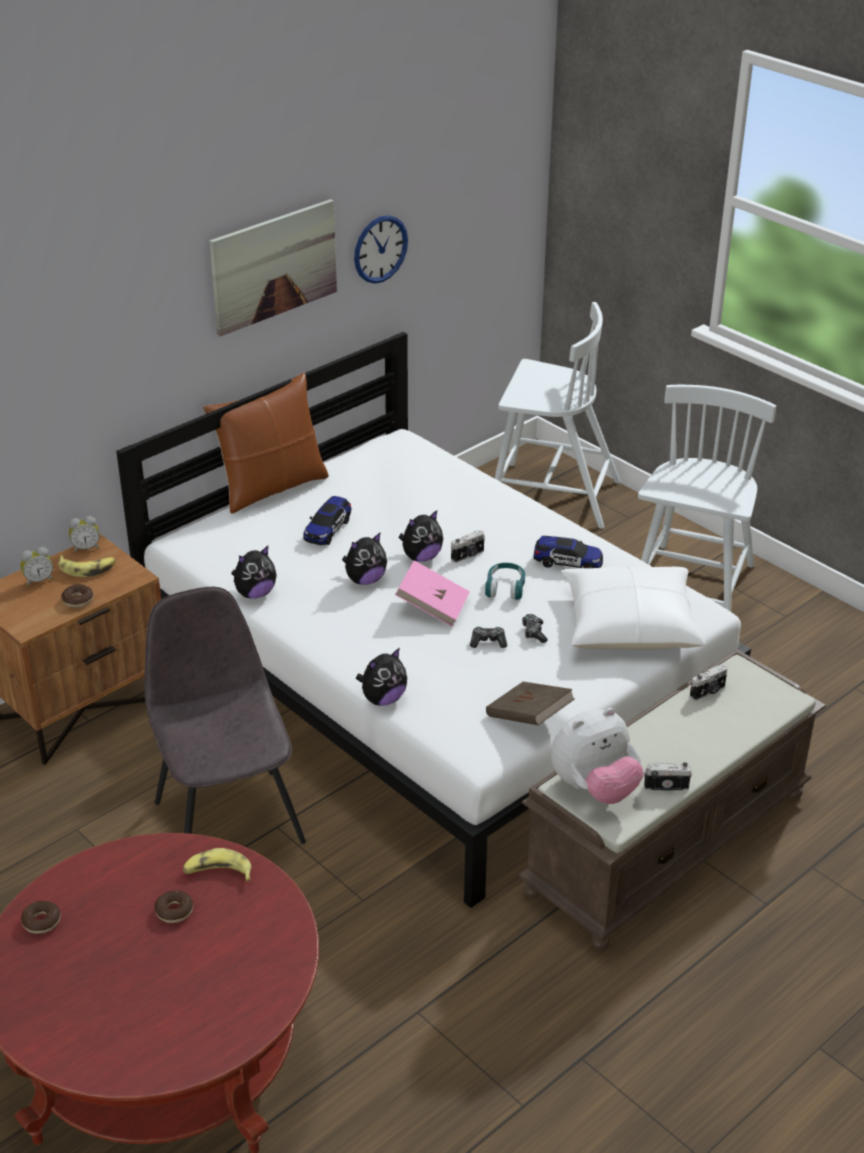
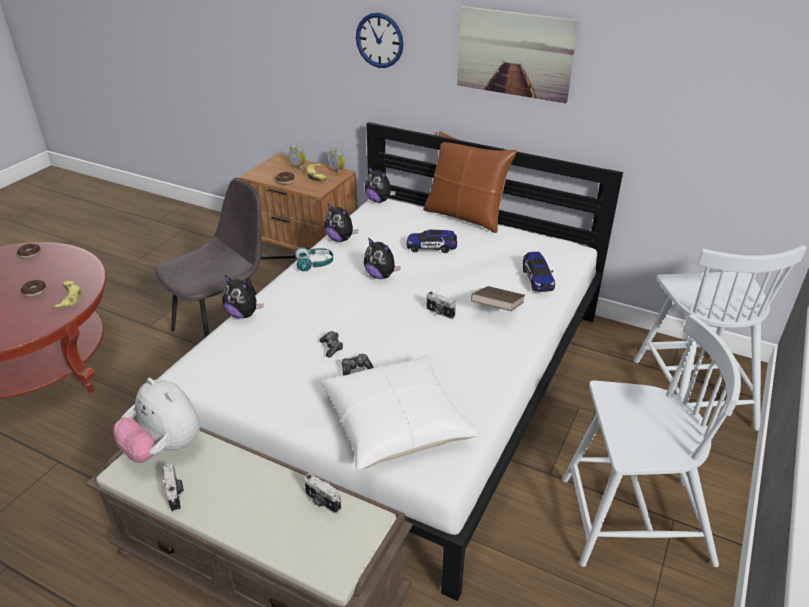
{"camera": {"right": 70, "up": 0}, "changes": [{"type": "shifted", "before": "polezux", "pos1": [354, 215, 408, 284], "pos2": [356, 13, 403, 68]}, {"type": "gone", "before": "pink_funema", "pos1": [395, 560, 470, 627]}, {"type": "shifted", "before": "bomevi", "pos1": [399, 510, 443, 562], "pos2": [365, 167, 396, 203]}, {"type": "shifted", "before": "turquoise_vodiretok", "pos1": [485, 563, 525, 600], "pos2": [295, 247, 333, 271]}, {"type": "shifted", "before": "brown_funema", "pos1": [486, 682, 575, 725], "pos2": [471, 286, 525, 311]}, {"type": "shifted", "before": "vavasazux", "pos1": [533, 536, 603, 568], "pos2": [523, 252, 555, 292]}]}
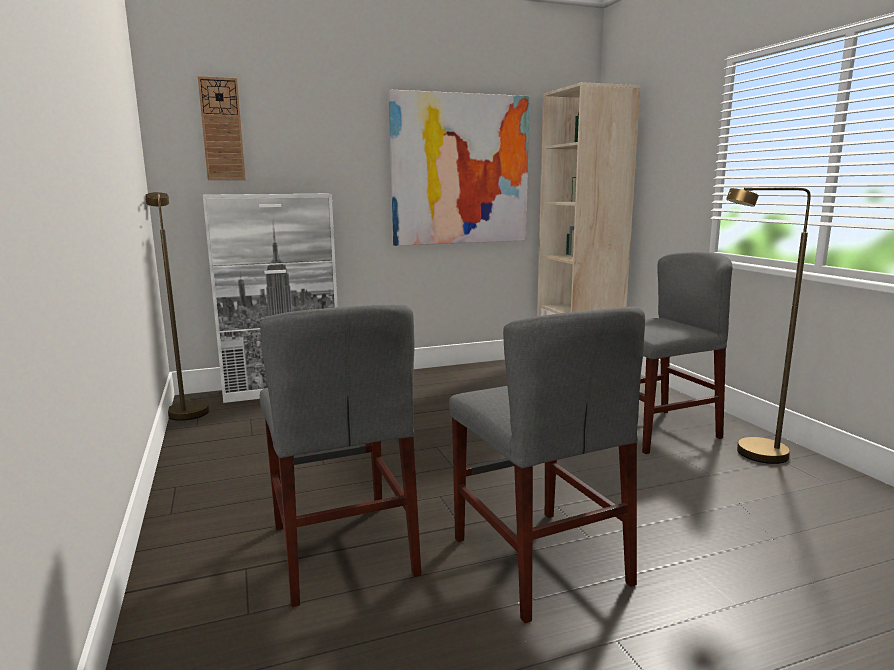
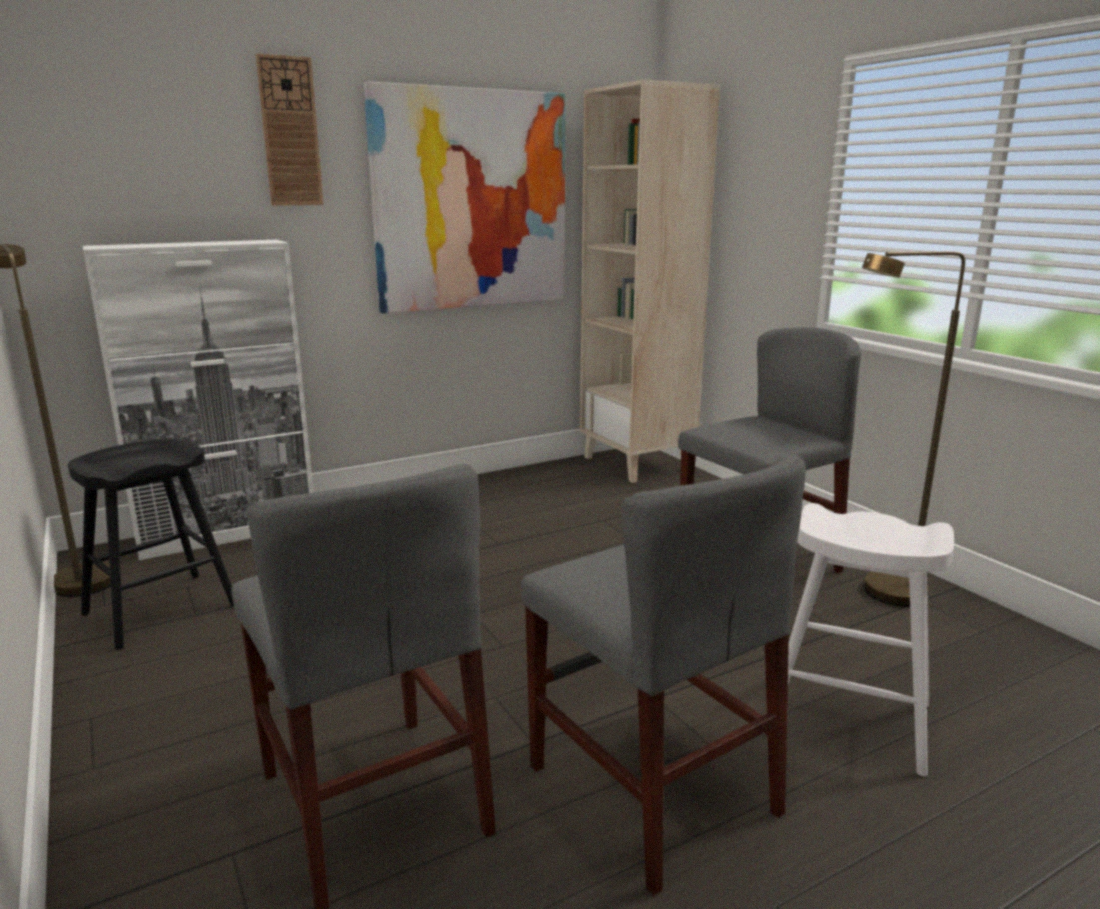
{"camera": {"right": -10, "up": 5}, "changes": [{"type": "shifted", "before": "polezux", "pos1": [198, 76, 246, 180], "pos2": [256, 53, 324, 206]}, {"type": "new", "after": "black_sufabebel", "pos2": [68, 438, 234, 650]}, {"type": "new", "after": "white_sufabebel", "pos2": [788, 503, 954, 776]}]}
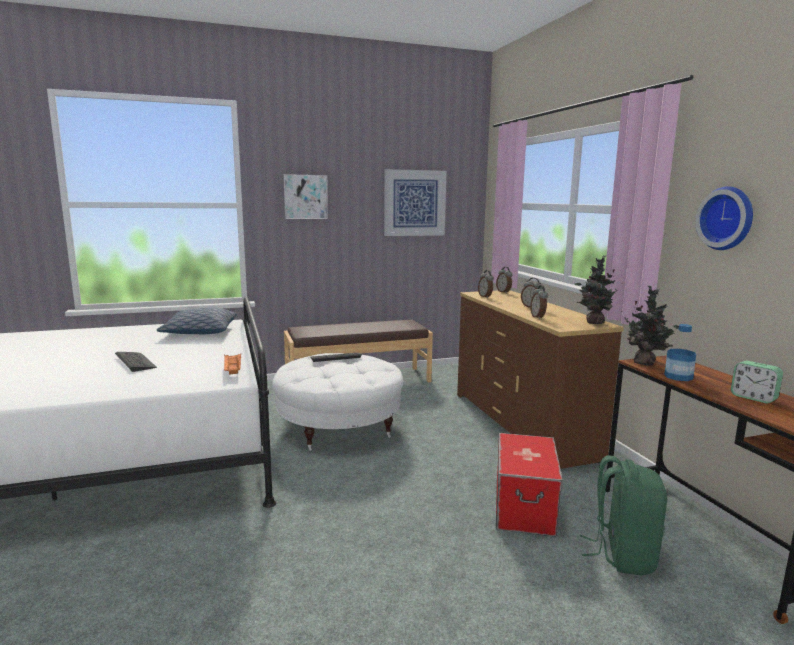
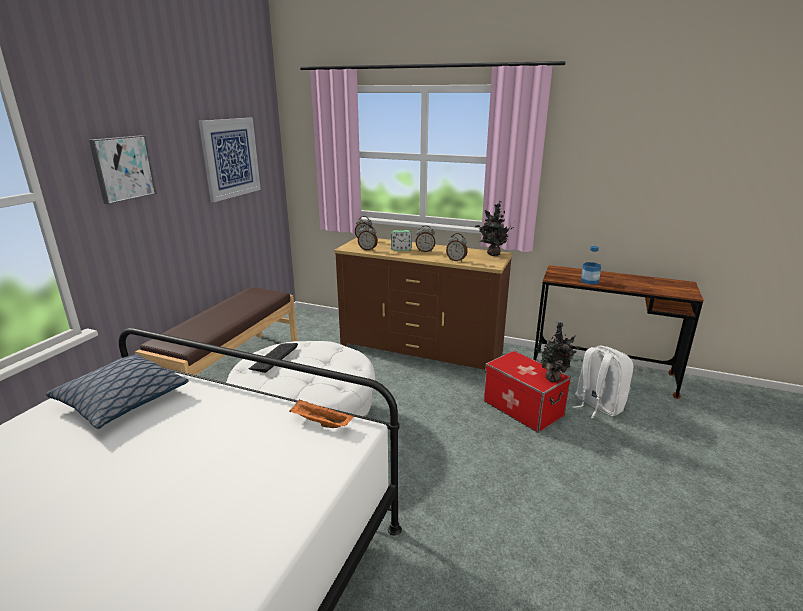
{"camera": {"right": -50, "up": 10}, "changes": [{"type": "gone", "before": "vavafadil", "pos1": [115, 352, 157, 372]}, {"type": "repainted", "before": "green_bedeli", "after": "white_bedeli", "pos1": [580, 456, 667, 575], "pos2": [573, 345, 633, 419]}, {"type": "shifted", "before": "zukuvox", "pos1": [621, 286, 679, 366], "pos2": [536, 322, 581, 382]}, {"type": "gone", "before": "polezux", "pos1": [695, 186, 753, 250]}, {"type": "shifted", "before": "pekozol", "pos1": [731, 361, 783, 403], "pos2": [391, 230, 412, 251]}]}
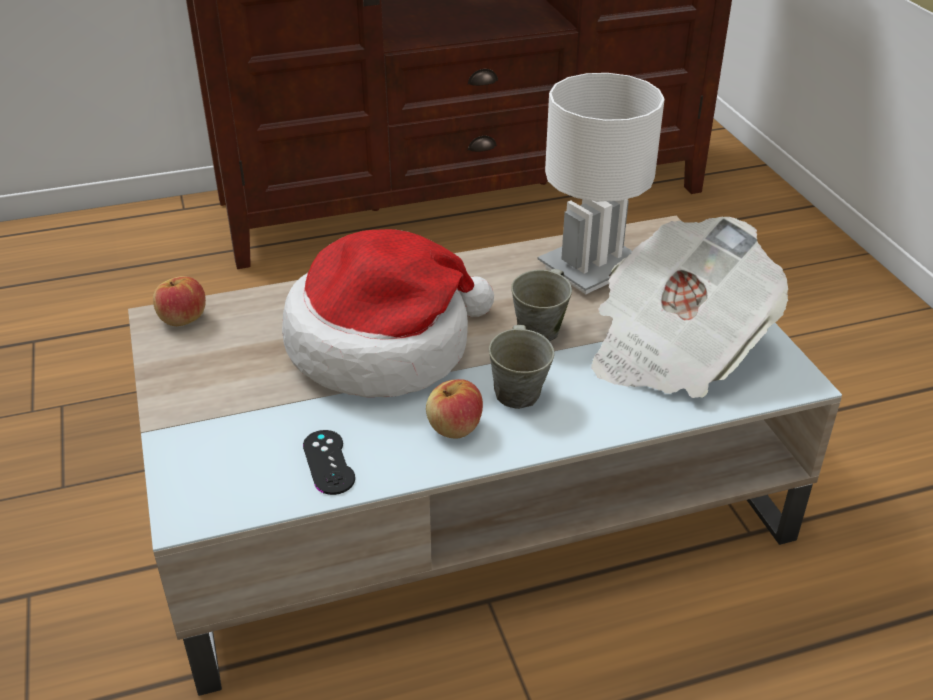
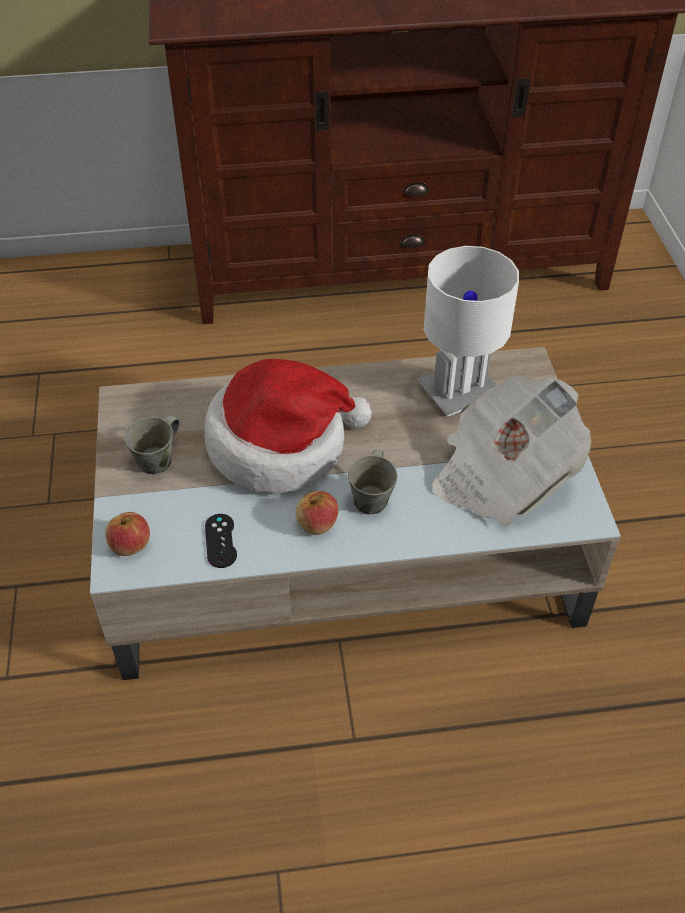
{"camera": {"right": 10, "up": 10}, "changes": [{"type": "shifted", "before": "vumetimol", "pos1": [153, 276, 206, 326], "pos2": [105, 512, 150, 556]}, {"type": "shifted", "before": "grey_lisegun", "pos1": [511, 269, 572, 341], "pos2": [125, 415, 180, 475]}]}
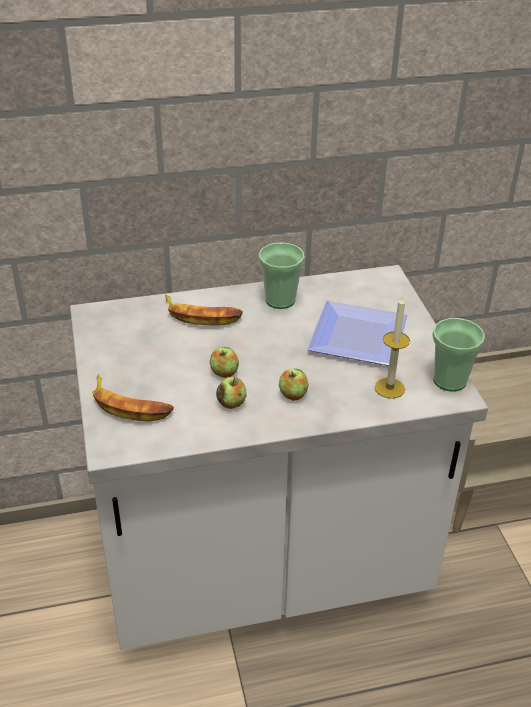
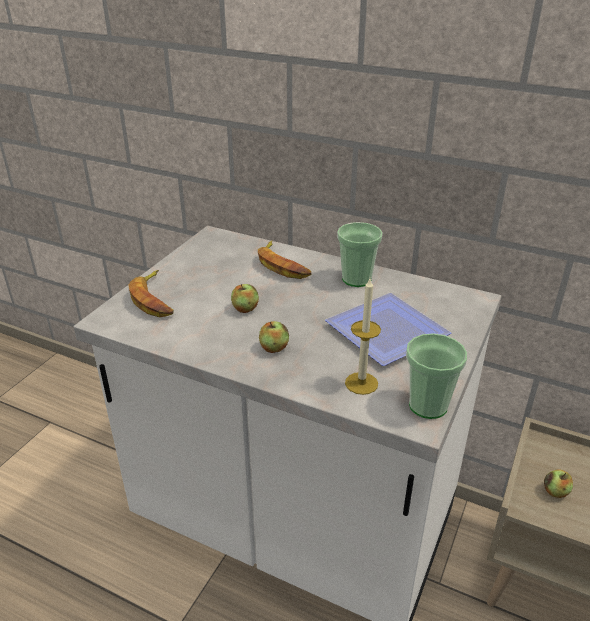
{"camera": {"right": 40, "up": -5}, "changes": [{"type": "shifted", "before": "vumetimol", "pos1": [216, 377, 247, 409], "pos2": [544, 470, 573, 498]}]}
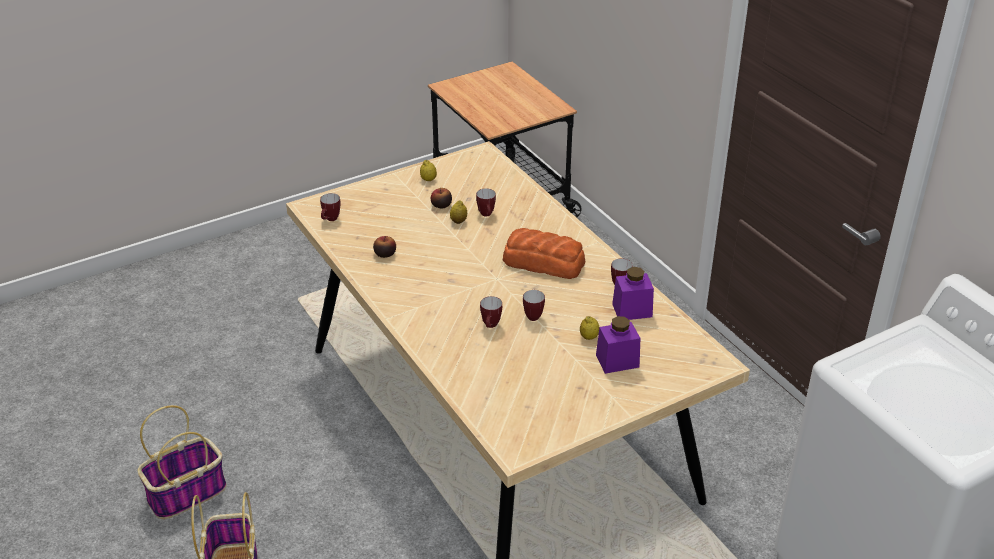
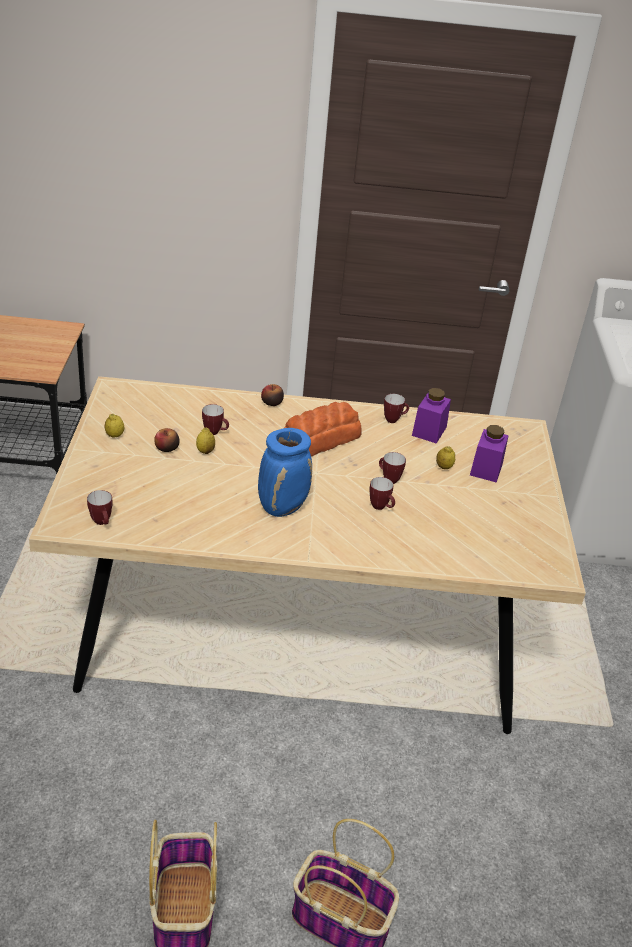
{"camera": {"right": -60, "up": 0}, "changes": [{"type": "shifted", "before": "vumetimol", "pos1": [373, 236, 396, 258], "pos2": [261, 384, 284, 406]}, {"type": "new", "after": "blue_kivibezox", "pos2": [258, 428, 312, 517]}]}
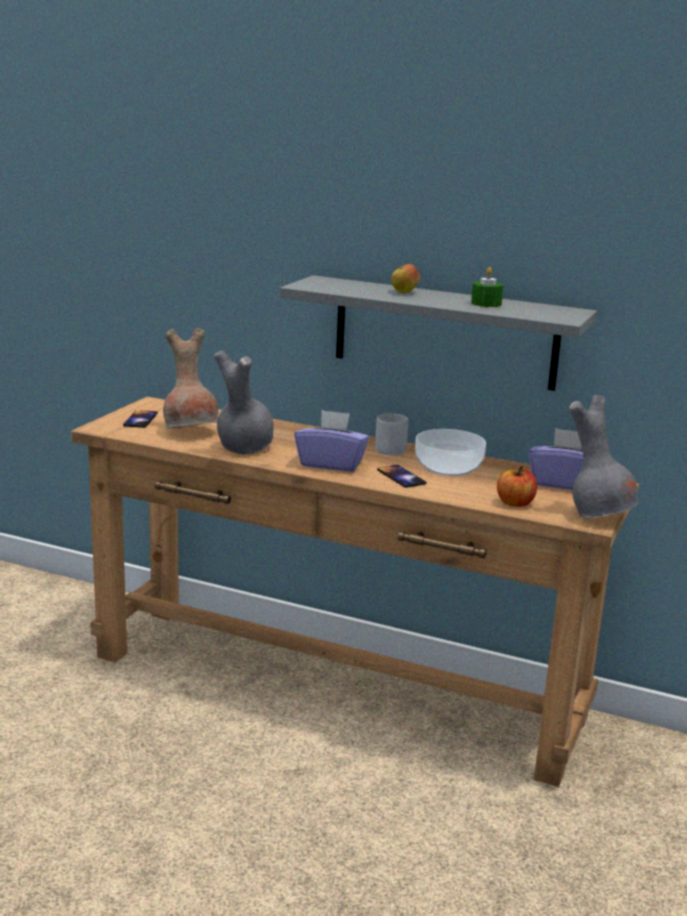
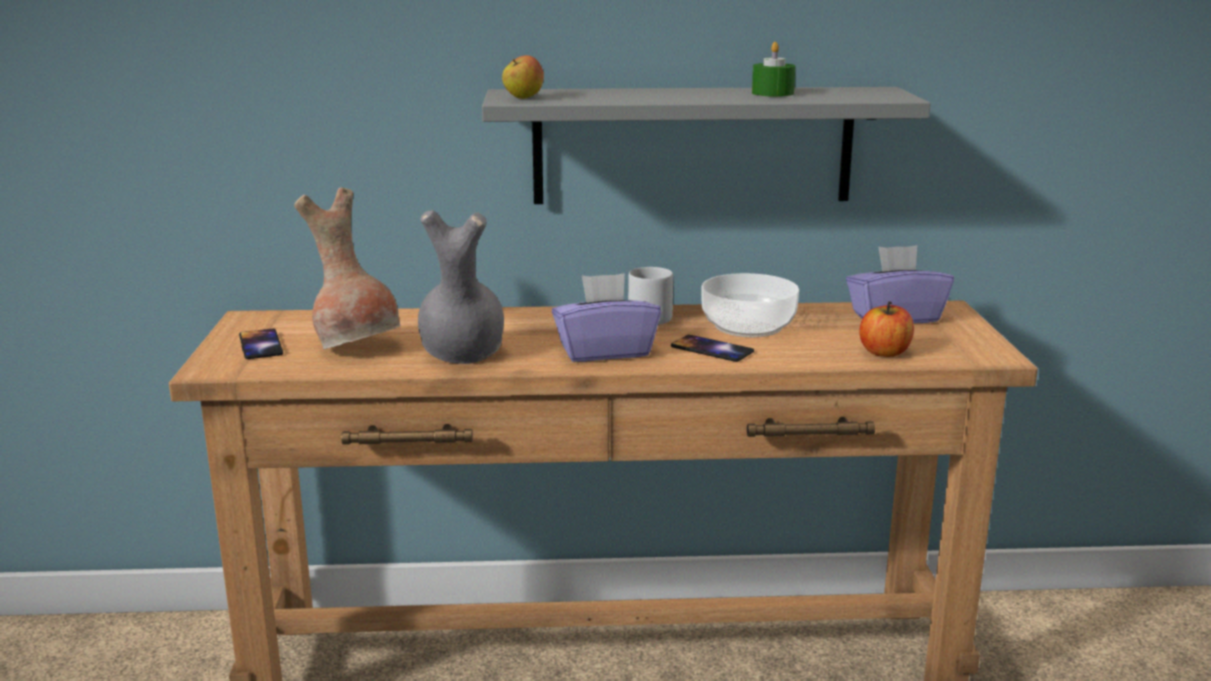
{"camera": {"right": -25, "up": 0}, "changes": [{"type": "shifted", "before": "vumetimol", "pos1": [391, 264, 420, 293], "pos2": [502, 55, 544, 99]}, {"type": "gone", "before": "grey_kivibezox", "pos1": [569, 395, 638, 519]}]}
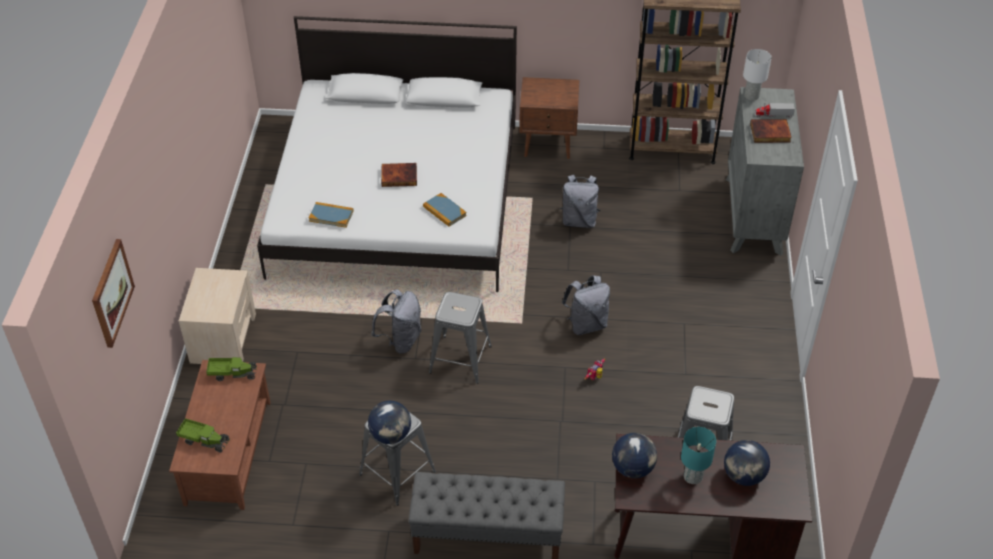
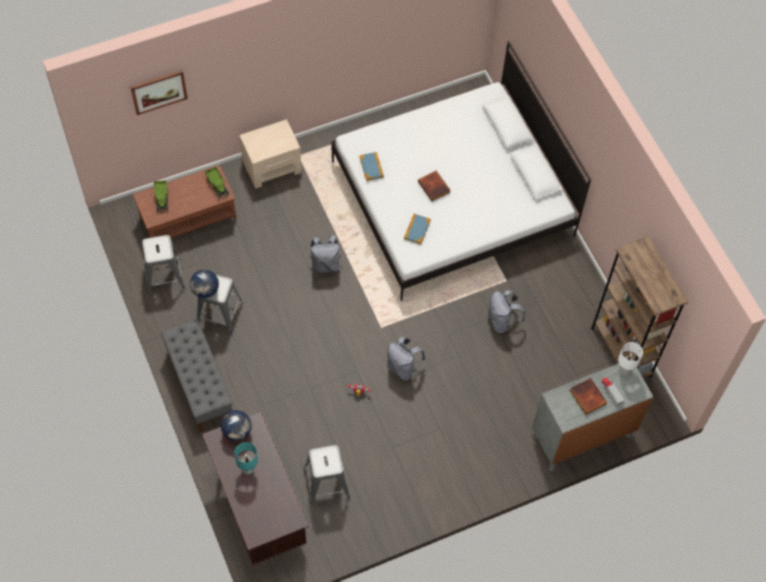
{"camera": {"right": 60, "up": 15}, "changes": [{"type": "shifted", "before": "grey_sufabebel", "pos1": [429, 292, 492, 384], "pos2": [142, 235, 185, 296]}, {"type": "gone", "before": "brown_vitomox", "pos1": [519, 77, 579, 159]}, {"type": "gone", "before": "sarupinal", "pos1": [724, 440, 770, 486]}]}
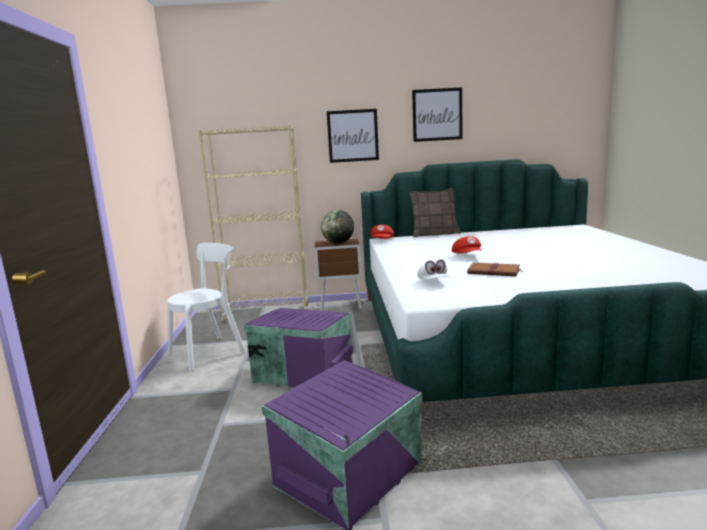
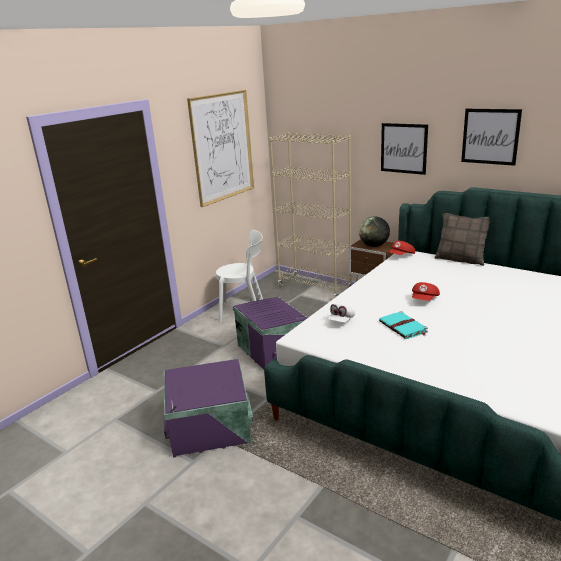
{"camera": {"right": 40, "up": 10}, "changes": [{"type": "repainted", "before": "brown_funema", "after": "turquoise_funema", "pos1": [467, 262, 522, 276], "pos2": [379, 311, 428, 339]}, {"type": "new", "after": "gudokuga", "pos2": [187, 90, 254, 207]}]}
